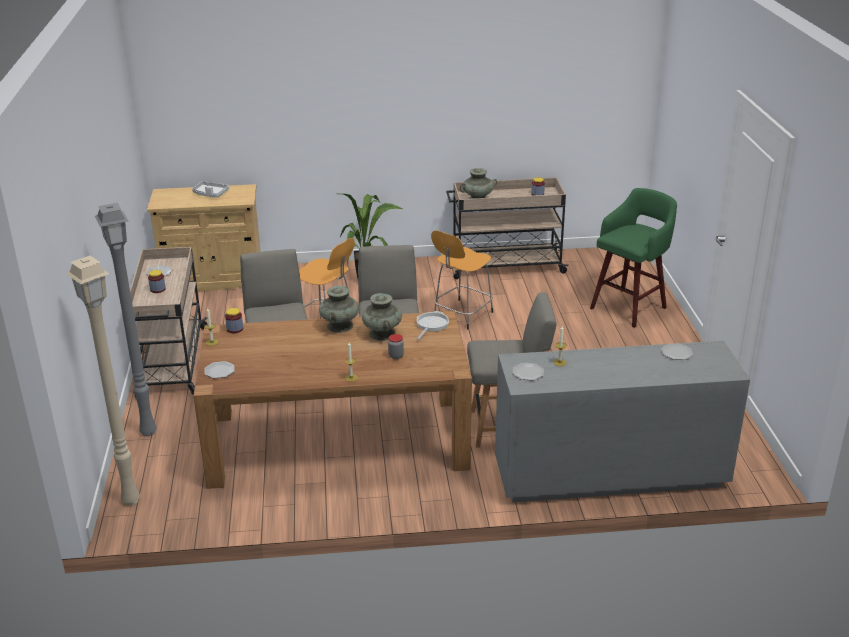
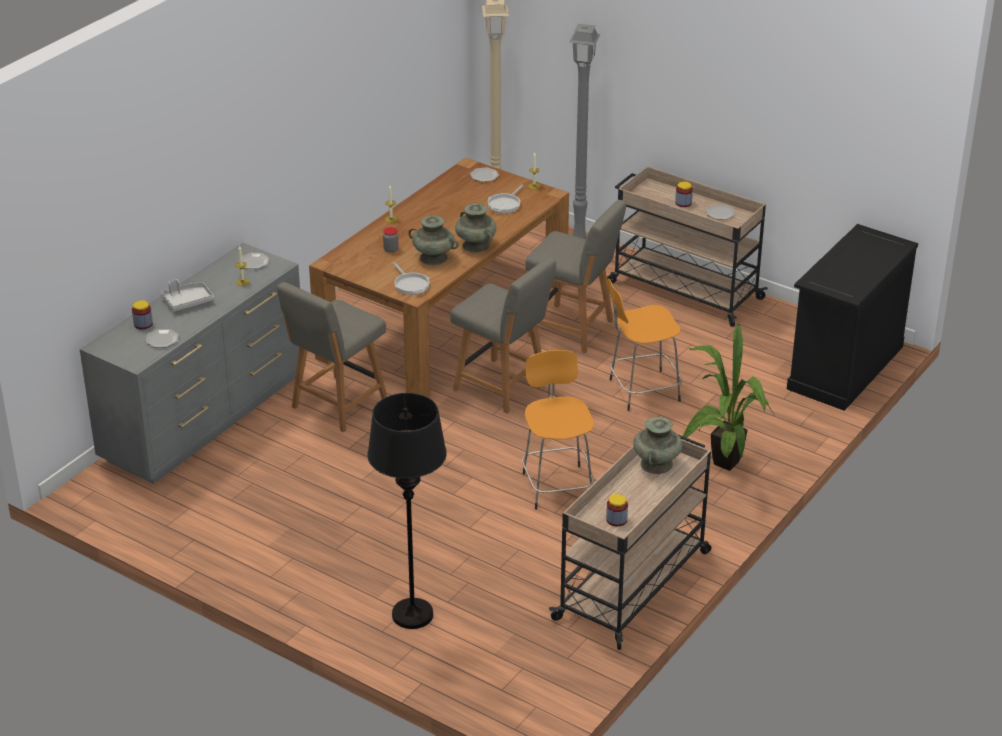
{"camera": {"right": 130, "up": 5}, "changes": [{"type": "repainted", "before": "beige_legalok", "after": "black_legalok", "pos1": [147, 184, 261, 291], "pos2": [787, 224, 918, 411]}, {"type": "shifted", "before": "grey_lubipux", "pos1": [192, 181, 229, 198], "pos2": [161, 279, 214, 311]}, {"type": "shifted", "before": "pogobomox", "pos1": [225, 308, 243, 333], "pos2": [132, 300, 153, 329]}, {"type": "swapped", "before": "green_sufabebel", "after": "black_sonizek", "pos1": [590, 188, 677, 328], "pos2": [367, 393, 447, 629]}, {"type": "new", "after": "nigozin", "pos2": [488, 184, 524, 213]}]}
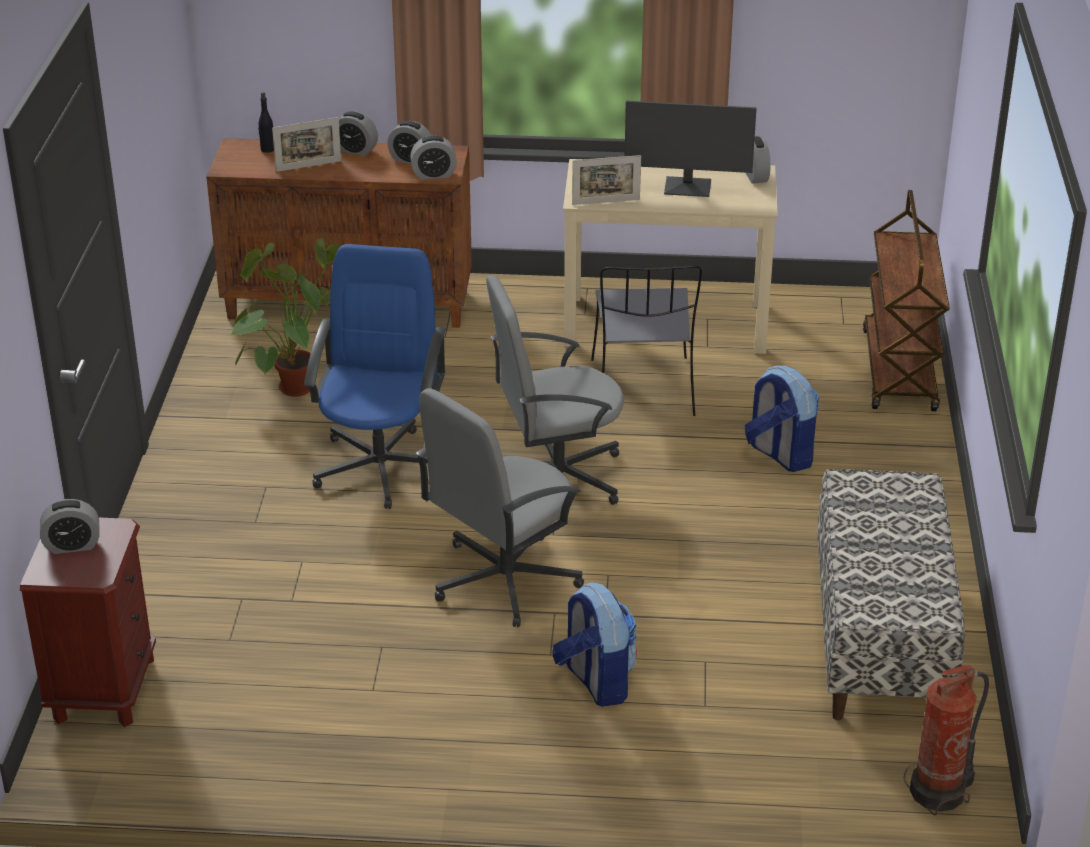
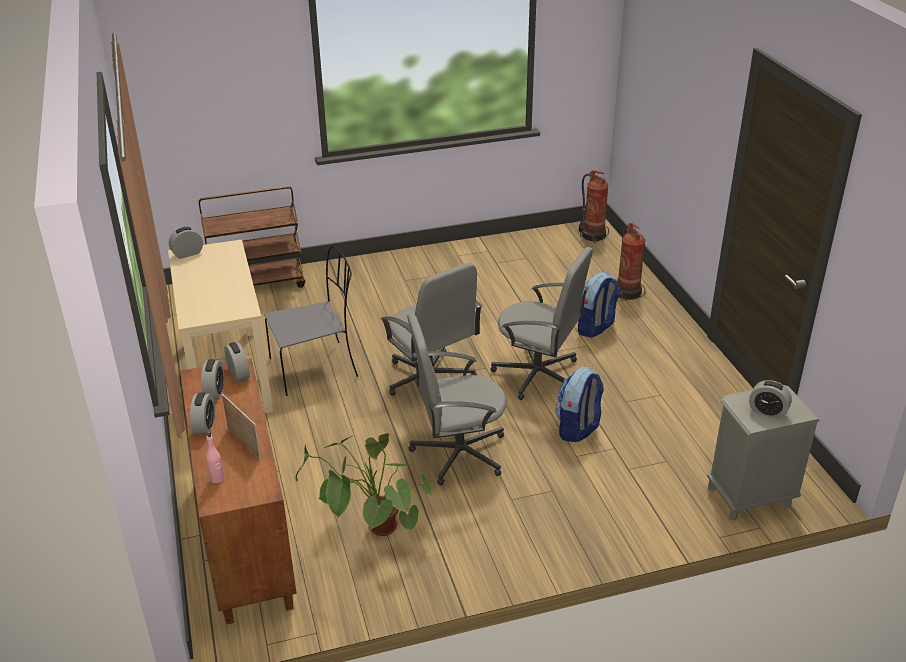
{"camera": {"right": -110, "up": 0}, "changes": [{"type": "repainted", "before": "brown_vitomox", "after": "grey_vitomox", "pos1": [20, 517, 156, 727], "pos2": [707, 385, 820, 521]}, {"type": "rotated", "before": "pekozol", "pos1": [40, 499, 99, 554], "pos2": [749, 380, 792, 419], "turn": 150}, {"type": "repainted", "before": "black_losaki", "after": "pink_losaki", "pos1": [258, 92, 274, 153], "pos2": [206, 431, 224, 483]}, {"type": "repainted", "before": "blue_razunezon", "after": "grey_razunezon", "pos1": [304, 244, 446, 509], "pos2": [407, 313, 507, 486]}, {"type": "gone", "before": "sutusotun", "pos1": [572, 155, 641, 205]}, {"type": "gone", "before": "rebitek", "pos1": [624, 101, 757, 197]}, {"type": "shifted", "before": "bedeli", "pos1": [744, 366, 819, 472], "pos2": [556, 367, 604, 442]}, {"type": "gone", "before": "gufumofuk", "pos1": [817, 469, 965, 720]}, {"type": "new", "after": "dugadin", "pos2": [617, 223, 646, 301]}]}
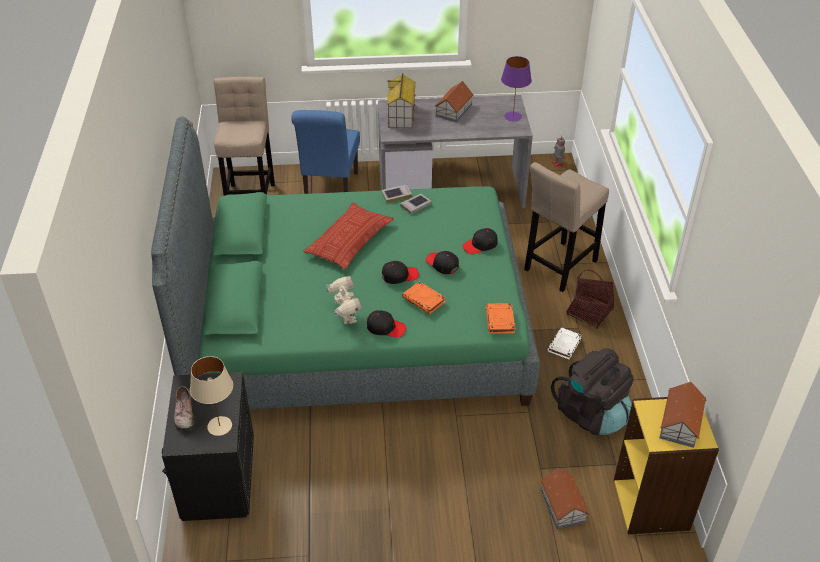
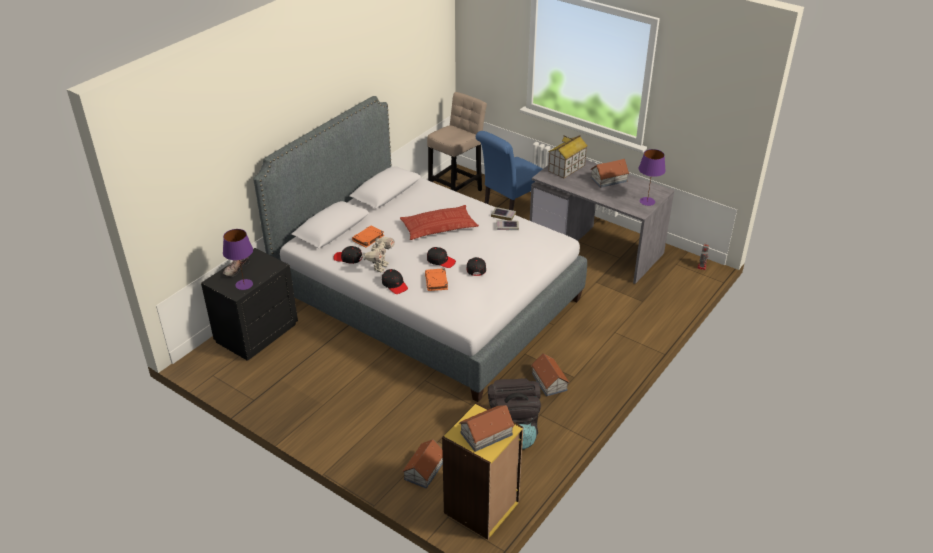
{"camera": {"right": 40, "up": -5}, "changes": [{"type": "repainted", "before": "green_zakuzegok", "after": "grey_zakuzegok", "pos1": [151, 117, 540, 409], "pos2": [253, 96, 587, 402]}, {"type": "repainted", "before": "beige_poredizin", "after": "purple_poredizin", "pos1": [190, 356, 233, 436], "pos2": [223, 229, 253, 290]}, {"type": "shifted", "before": "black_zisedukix", "pos1": [462, 228, 497, 255], "pos2": [333, 246, 362, 264]}, {"type": "shifted", "before": "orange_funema", "pos1": [486, 303, 515, 334], "pos2": [352, 226, 384, 248]}, {"type": "gone", "before": "beige_sufabebel", "pos1": [524, 162, 609, 292]}, {"type": "swapped", "before": "white_funema", "after": "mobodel", "pos1": [547, 327, 582, 360], "pos2": [531, 353, 569, 397]}, {"type": "gone", "before": "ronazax", "pos1": [566, 269, 614, 329]}]}
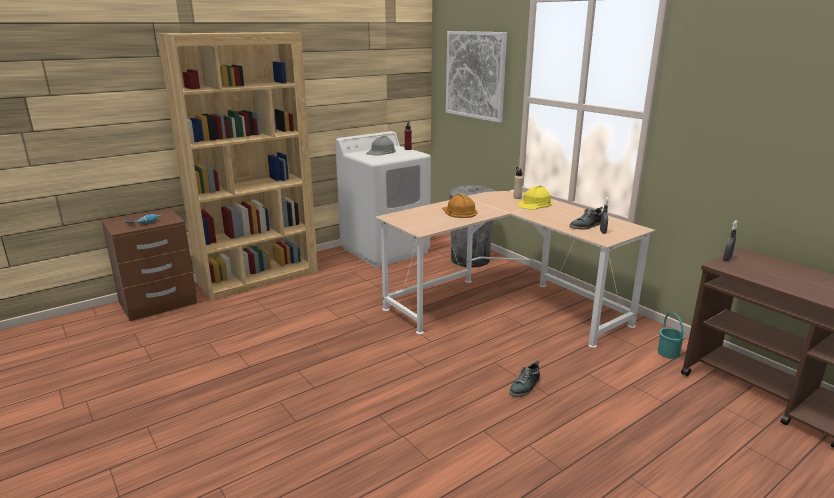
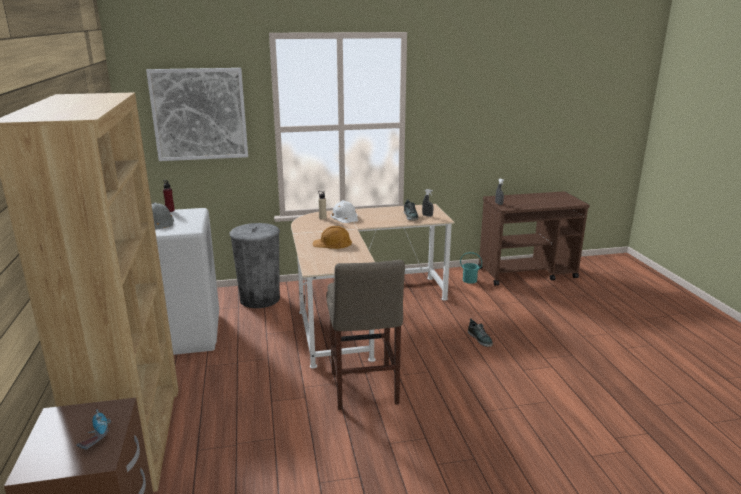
{"camera": {"right": -65, "up": 0}, "changes": [{"type": "repainted", "before": "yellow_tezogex", "after": "white_tezogex", "pos1": [517, 185, 552, 210], "pos2": [331, 200, 358, 223]}, {"type": "new", "after": "beige_sufabebel", "pos2": [326, 260, 405, 410]}]}
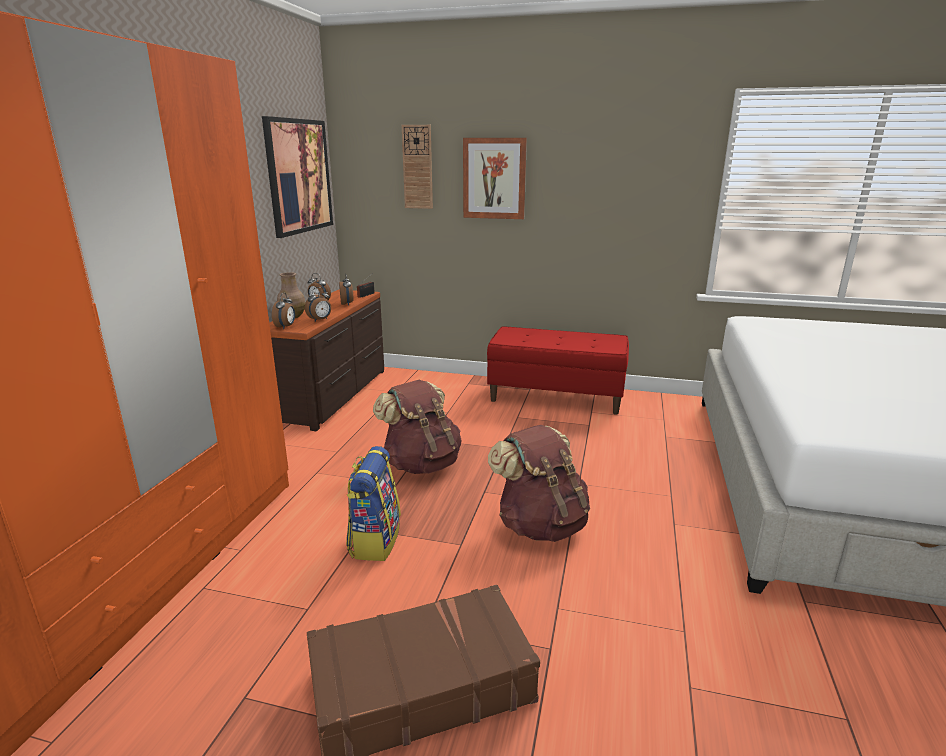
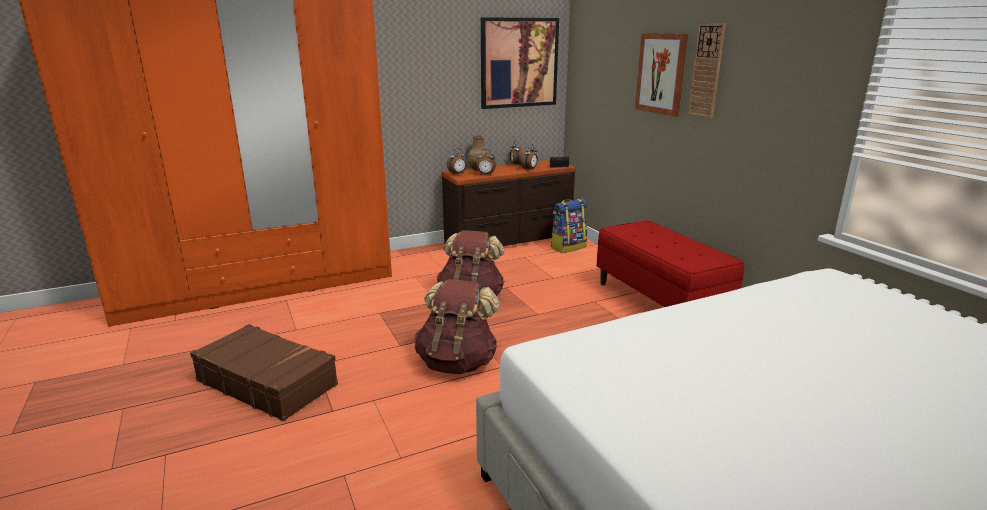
{"camera": {"right": 50, "up": 0}, "changes": [{"type": "shifted", "before": "bedeli", "pos1": [346, 446, 401, 561], "pos2": [551, 199, 587, 253]}, {"type": "shifted", "before": "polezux", "pos1": [402, 125, 433, 209], "pos2": [688, 24, 726, 118]}]}
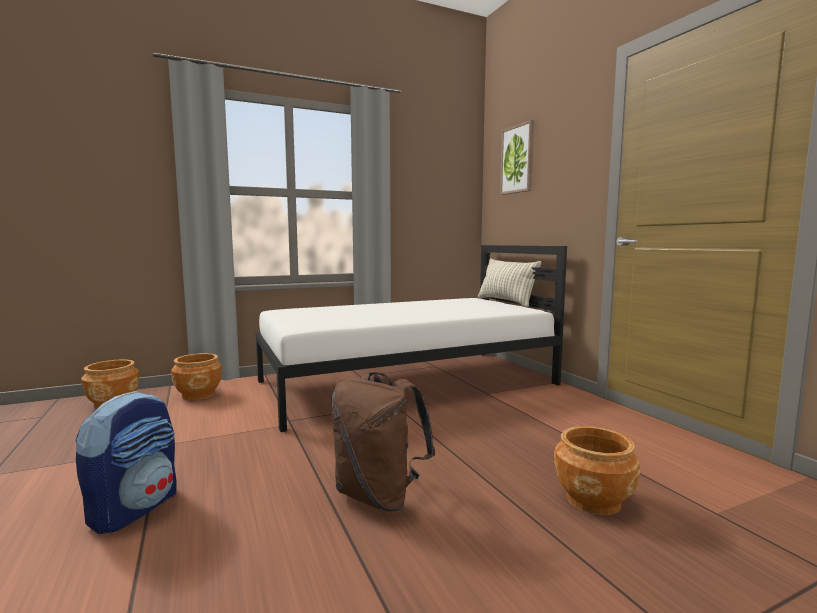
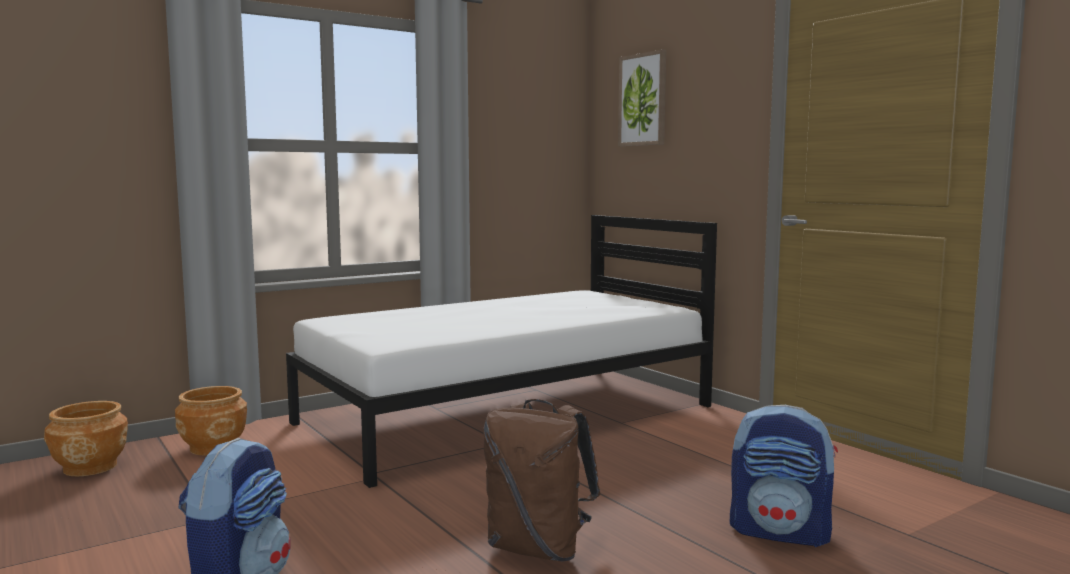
{"camera": {"right": -10, "up": 0}, "changes": [{"type": "gone", "before": "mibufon", "pos1": [478, 258, 542, 307]}, {"type": "swapped", "before": "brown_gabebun", "after": "bedeli", "pos1": [554, 426, 640, 515], "pos2": [730, 405, 838, 547]}]}
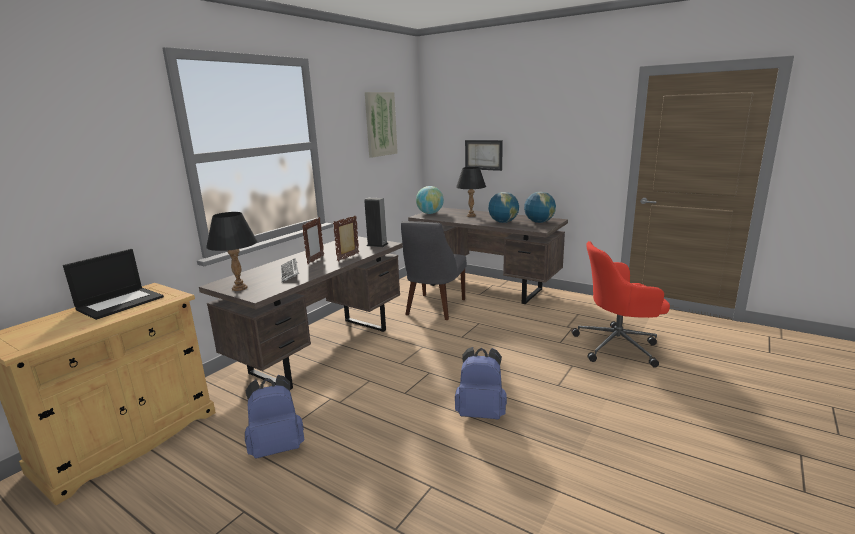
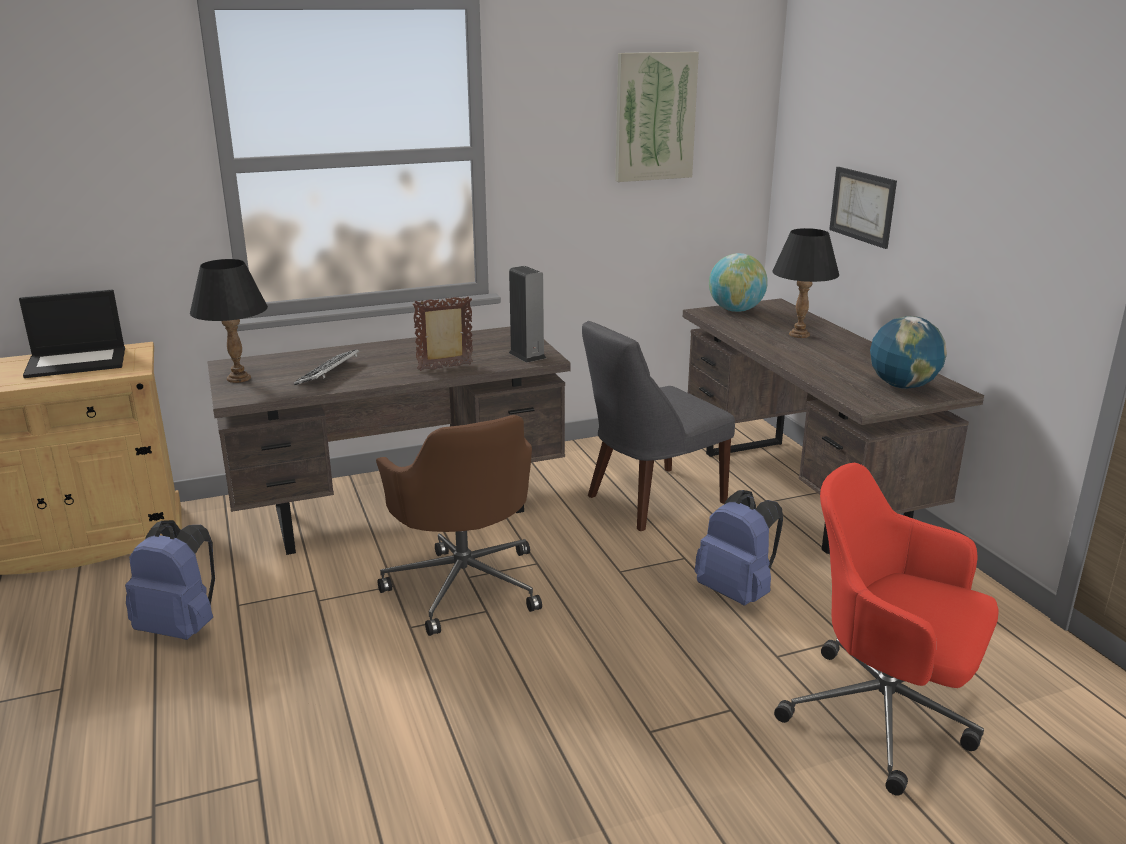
{"camera": {"right": 35, "up": 5}, "changes": [{"type": "gone", "before": "sutusotun", "pos1": [302, 217, 324, 264]}, {"type": "shifted", "before": "blue_bedeli", "pos1": [455, 347, 507, 419], "pos2": [695, 490, 783, 605]}, {"type": "gone", "before": "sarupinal", "pos1": [488, 192, 519, 223]}, {"type": "new", "after": "brown_razunezon", "pos2": [376, 415, 542, 636]}]}
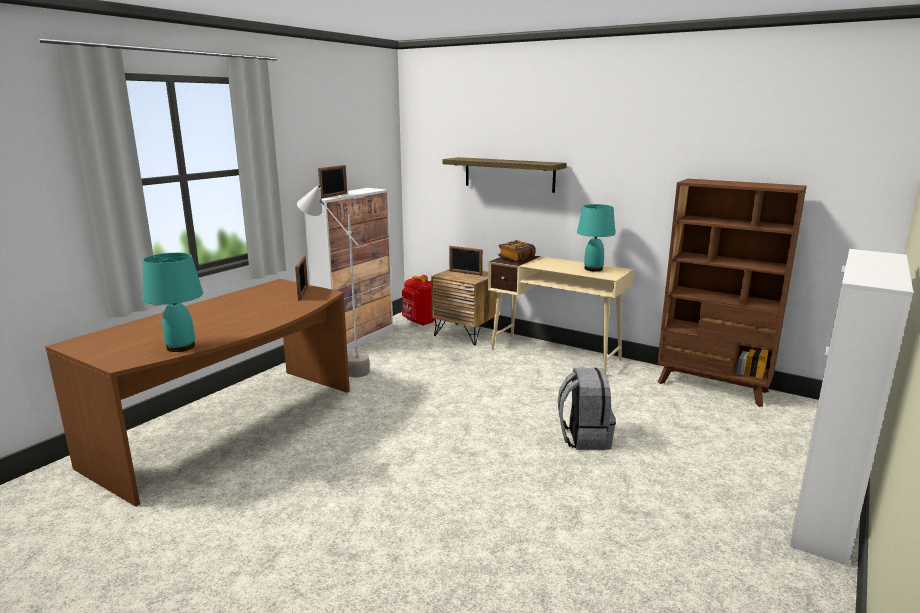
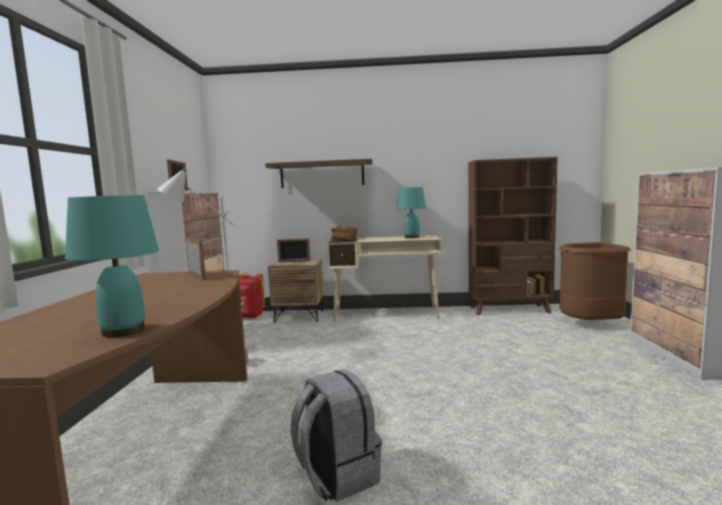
{"camera": {"right": -30, "up": -10}, "changes": [{"type": "shifted", "before": "grey_bedeli", "pos1": [557, 368, 616, 450], "pos2": [291, 369, 382, 502]}, {"type": "new", "after": "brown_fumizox", "pos2": [559, 242, 631, 320]}]}
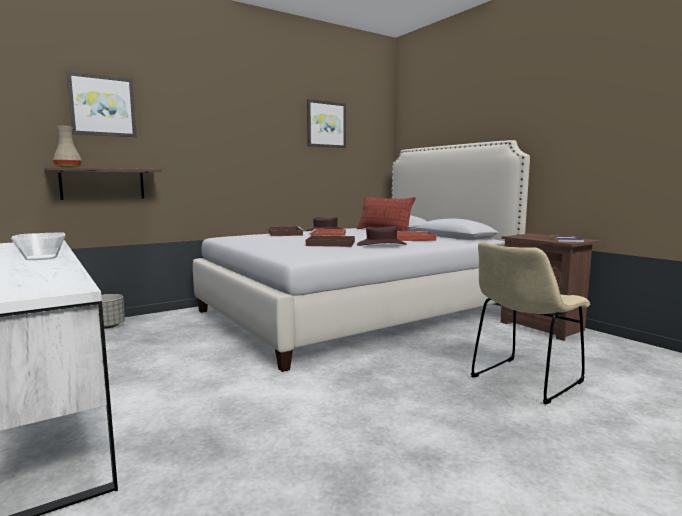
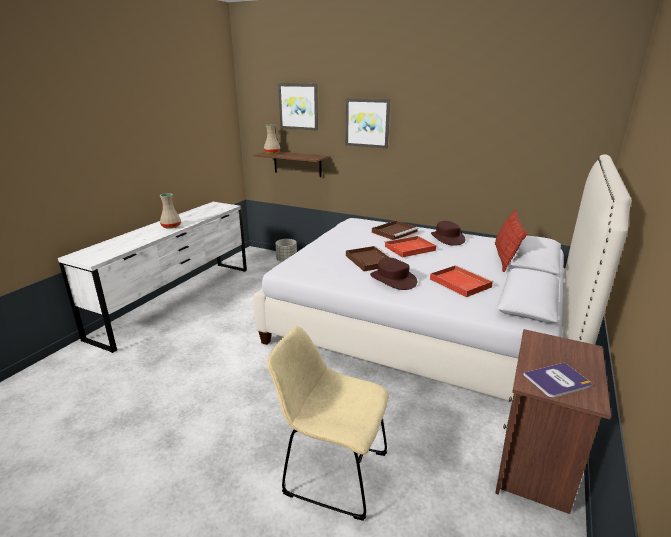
{"camera": {"right": 60, "up": 15}, "changes": [{"type": "swapped", "before": "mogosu", "after": "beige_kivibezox", "pos1": [11, 233, 66, 260], "pos2": [160, 193, 181, 228]}, {"type": "shifted", "before": "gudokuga", "pos1": [307, 99, 346, 148], "pos2": [346, 98, 390, 148]}]}
